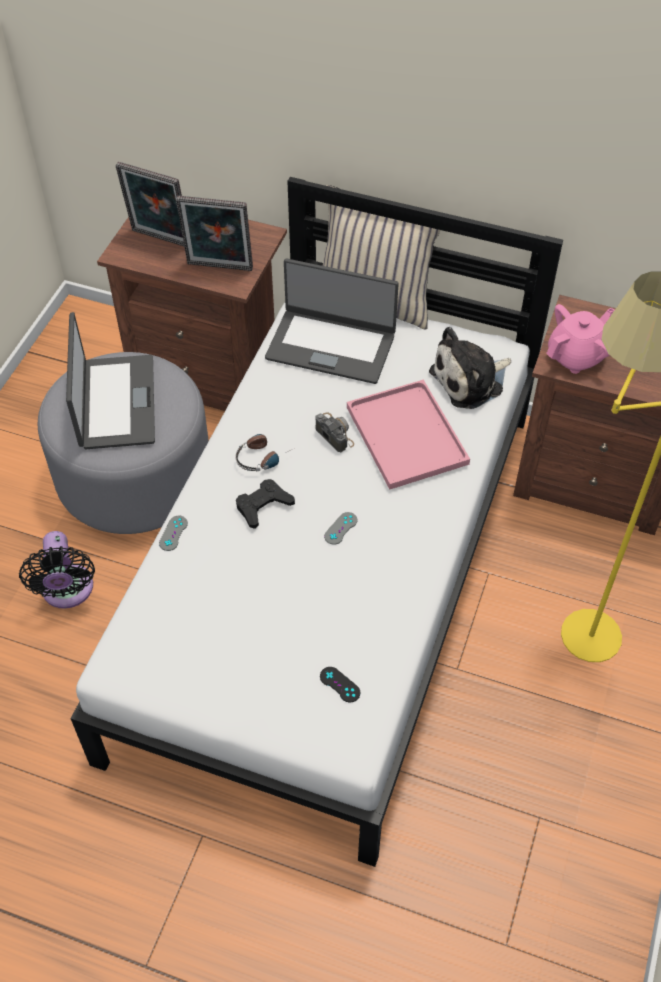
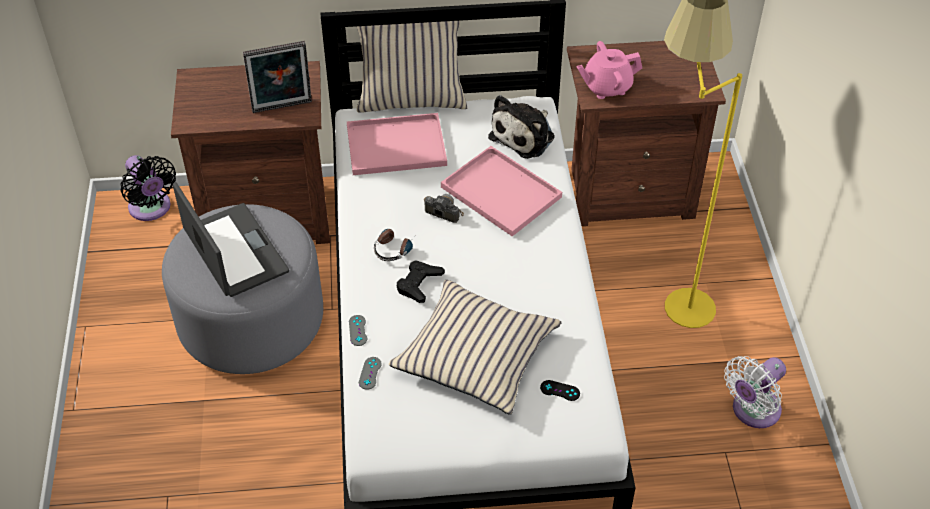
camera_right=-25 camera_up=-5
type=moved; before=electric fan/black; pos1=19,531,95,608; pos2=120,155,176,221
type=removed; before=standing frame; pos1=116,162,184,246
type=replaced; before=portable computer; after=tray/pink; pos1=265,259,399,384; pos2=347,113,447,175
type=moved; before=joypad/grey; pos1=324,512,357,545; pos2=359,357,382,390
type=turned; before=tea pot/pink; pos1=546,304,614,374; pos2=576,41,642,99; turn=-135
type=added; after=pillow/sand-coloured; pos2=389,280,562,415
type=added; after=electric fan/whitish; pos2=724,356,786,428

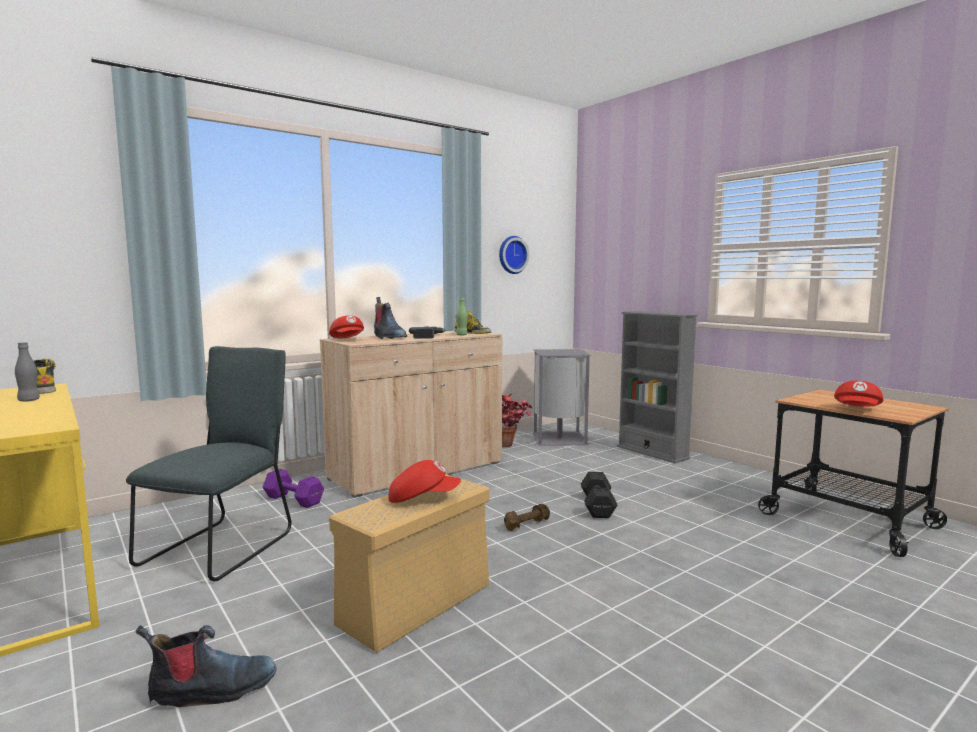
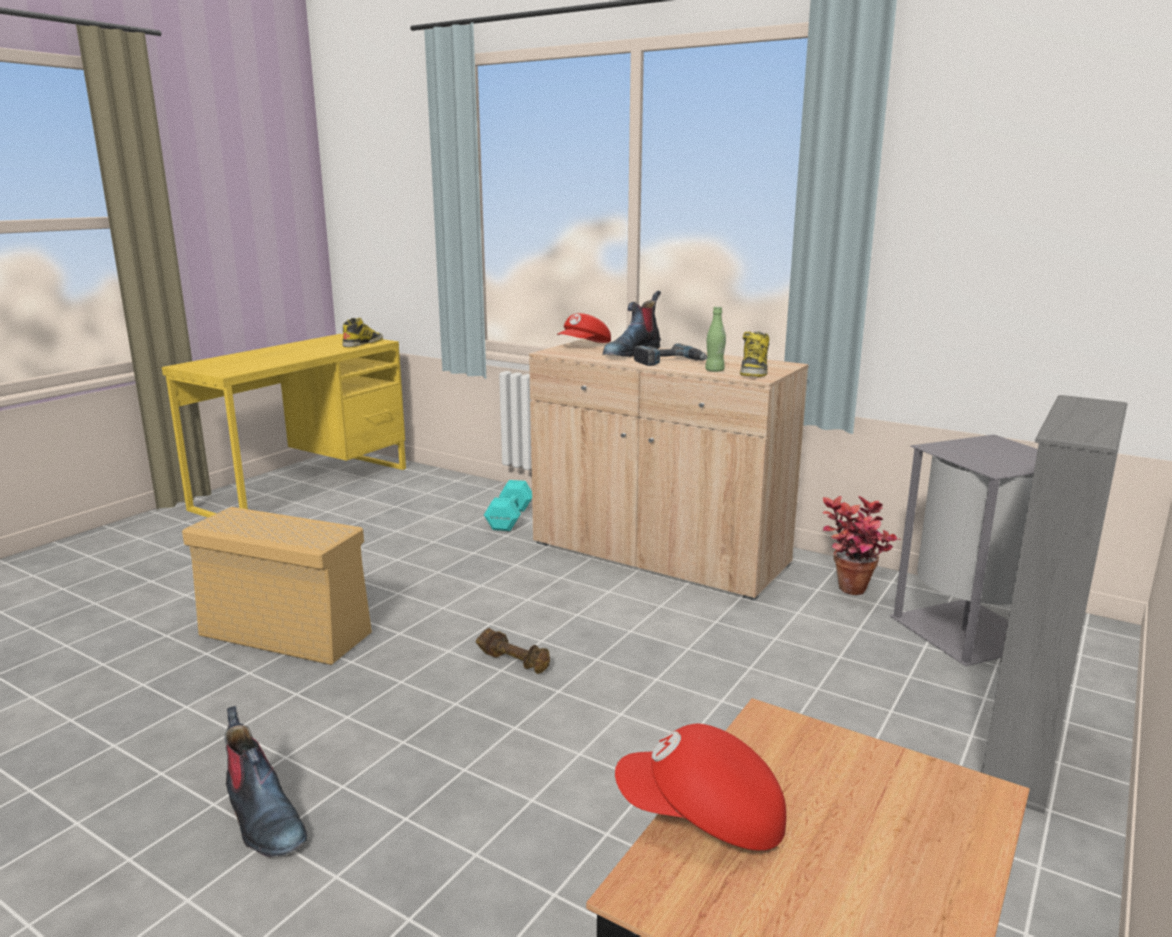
camera_right=70 camera_up=10
type=removed; before=drink bottle/grey; pos1=15,342,40,402
type=removed; before=chair/grey; pos1=126,346,292,581
type=moved; before=boot; pos1=136,625,277,707; pos2=224,706,307,857
type=recoloured; before=free weight/purple-coloured; after=free weight/turquoise-coloured; pos1=262,469,324,508; pos2=484,480,532,531
type=removed; before=cap/reddish; pos1=389,460,461,503
type=removed; before=clock on the wall; pos1=499,236,529,274
type=removed; before=free weight/black; pos1=581,472,618,518

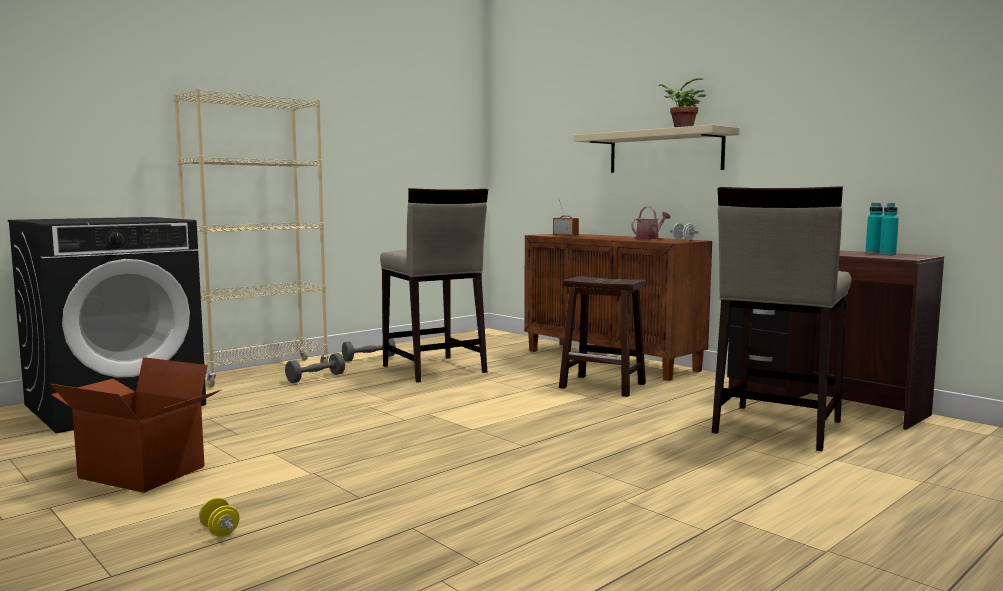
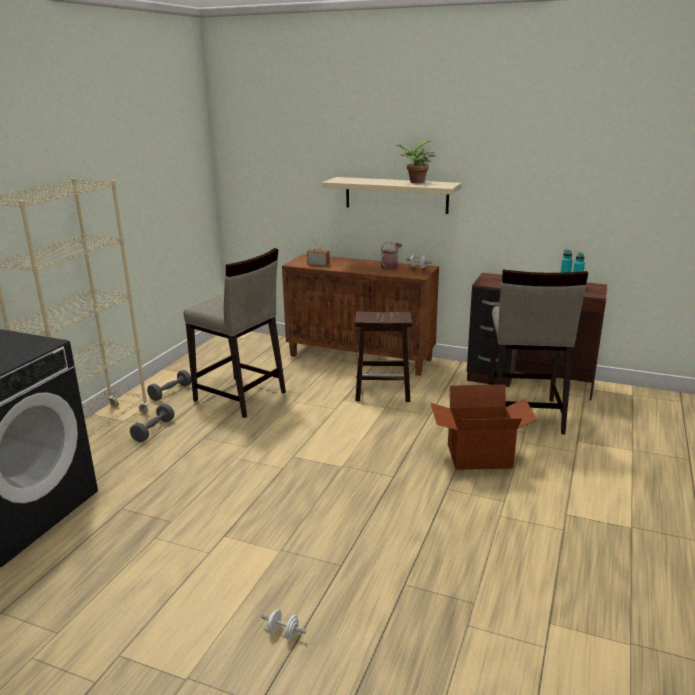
camera_right=-25 camera_up=15
type=moved; before=packing box; pos1=50,357,221,493; pos2=431,384,538,470
type=recoloured; before=free weight/yellowish; after=free weight/whitish; pos1=199,498,240,537; pos2=261,609,306,640

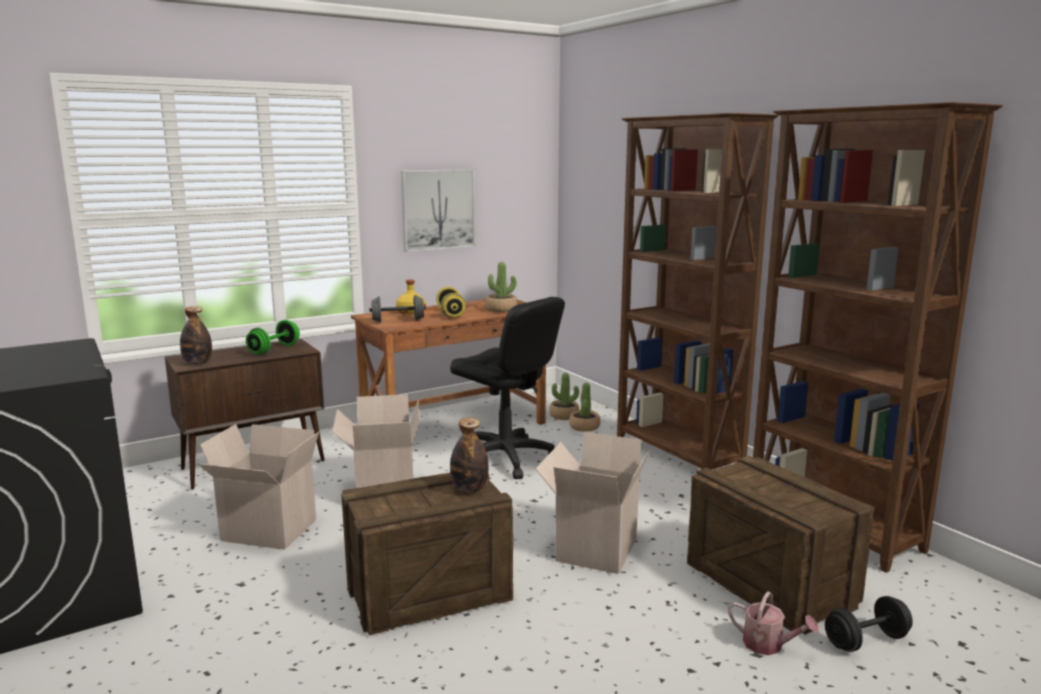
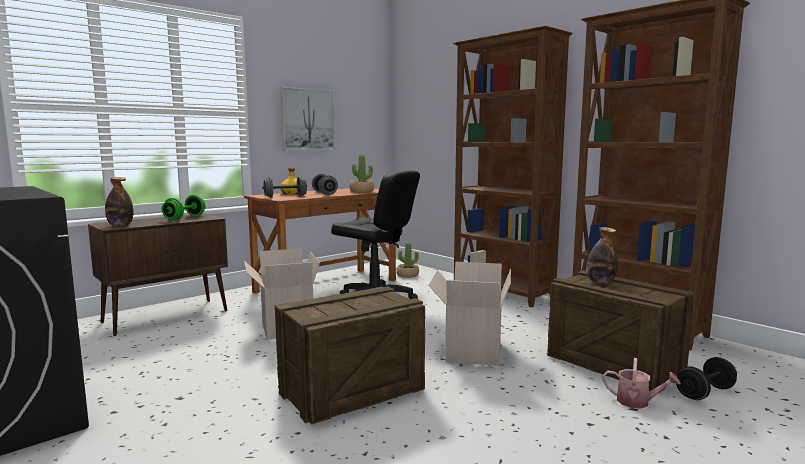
camera_right=-10 camera_up=-5
type=removed; before=packing box; pos1=198,424,319,550
type=recoloured; before=free weight/yellowish; after=free weight/grey; pos1=436,287,466,318; pos2=312,174,338,195
type=moved; before=drink bottle; pos1=450,417,489,493; pos2=587,227,618,284
type=removed; before=potted plant; pos1=569,383,600,432

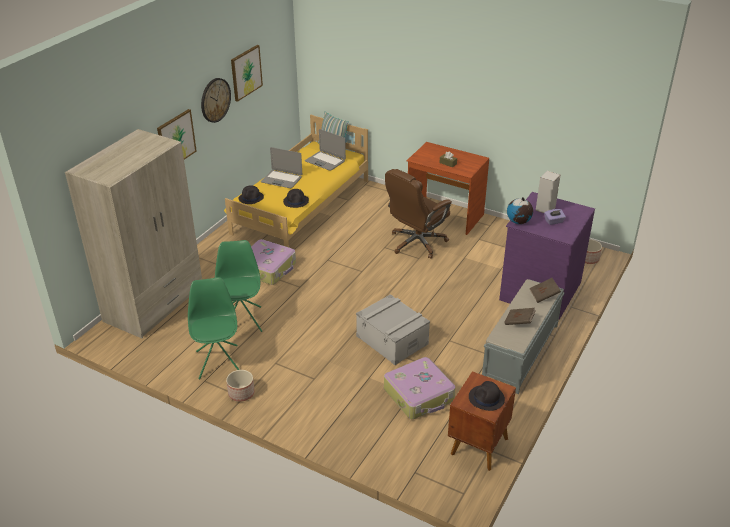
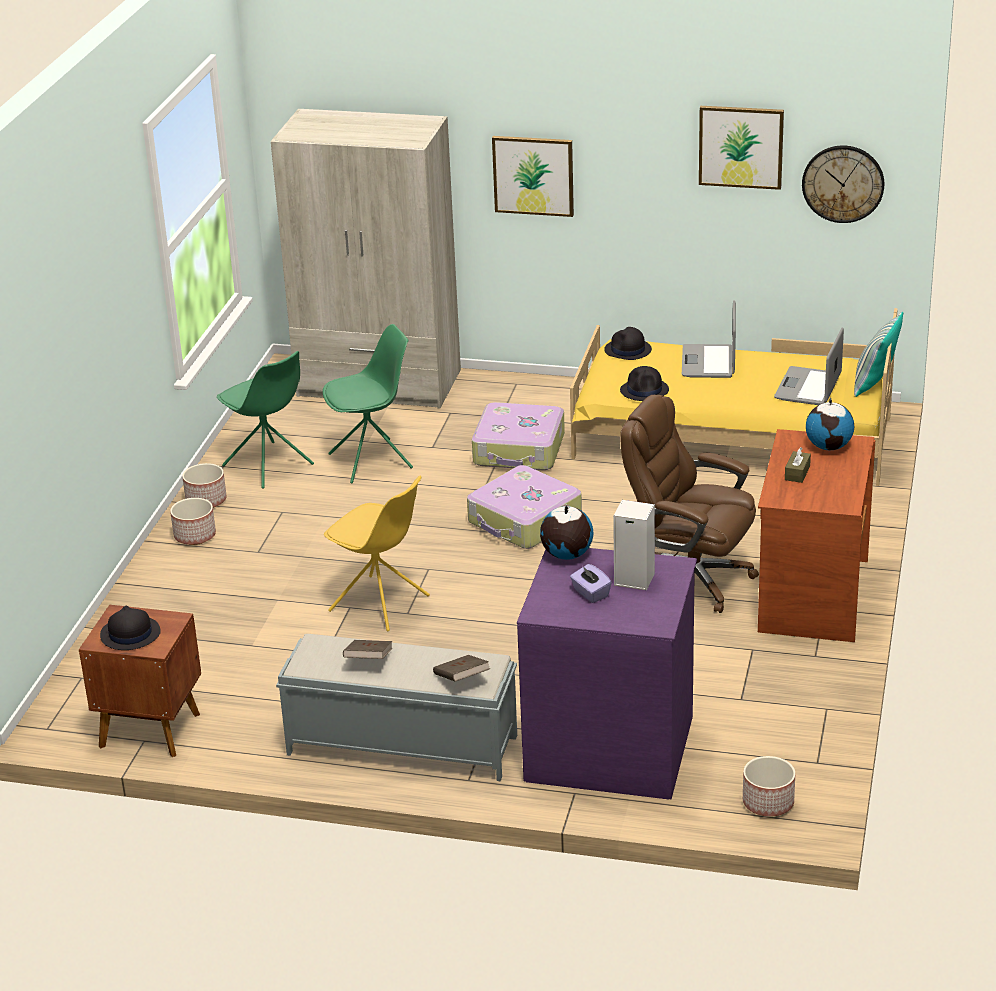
camera_right=75 camera_up=-5
type=turned; before=chair/green-coloured; pos1=188,277,240,379; pos2=217,351,314,489; turn=75
type=moved; before=clock on the wall; pos1=201,78,231,123; pos2=802,146,884,223
type=replaced; before=storage container/grey; after=chair/yellowish; pos1=356,294,430,365; pos2=324,475,430,631
type=moved; before=suitcase; pos1=384,357,456,419; pos2=467,465,582,549
type=added; after=planter; pos2=170,498,216,545
type=added; after=desk globe; pos2=806,398,854,450

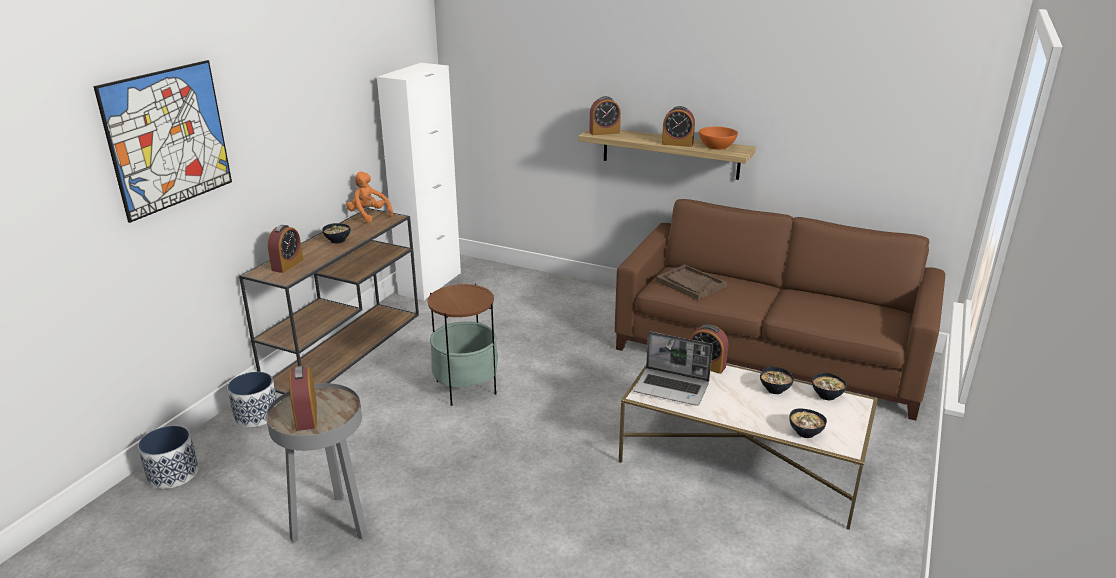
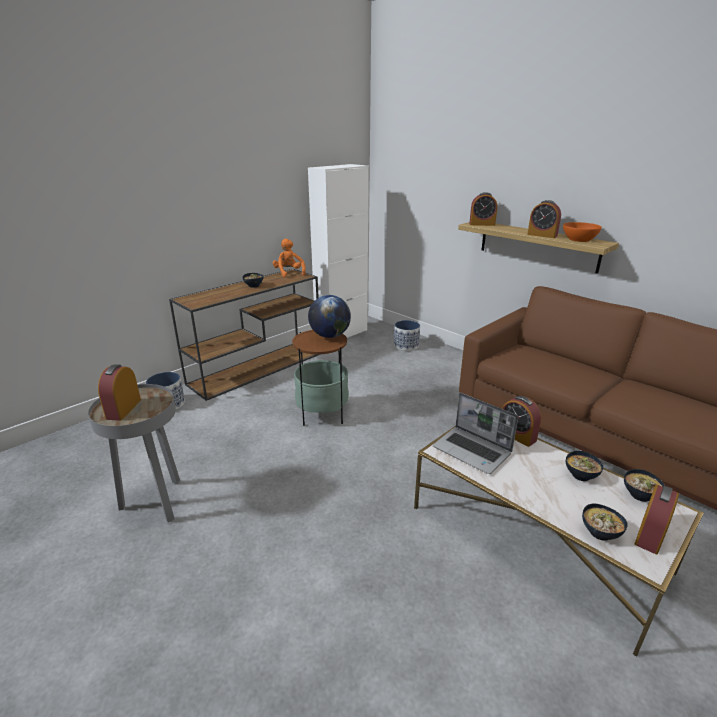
camera_right=20 camera_up=0
type=removed; before=wall picture; pos1=93,60,232,223
type=moved; before=planter; pos1=138,426,198,489; pos2=394,320,420,351
type=moved; before=alarm clock; pos1=268,225,303,273; pos2=635,485,679,554
type=removed; before=tray/brownish; pos1=656,264,727,300
type=added; after=desk globe; pos2=308,295,351,338

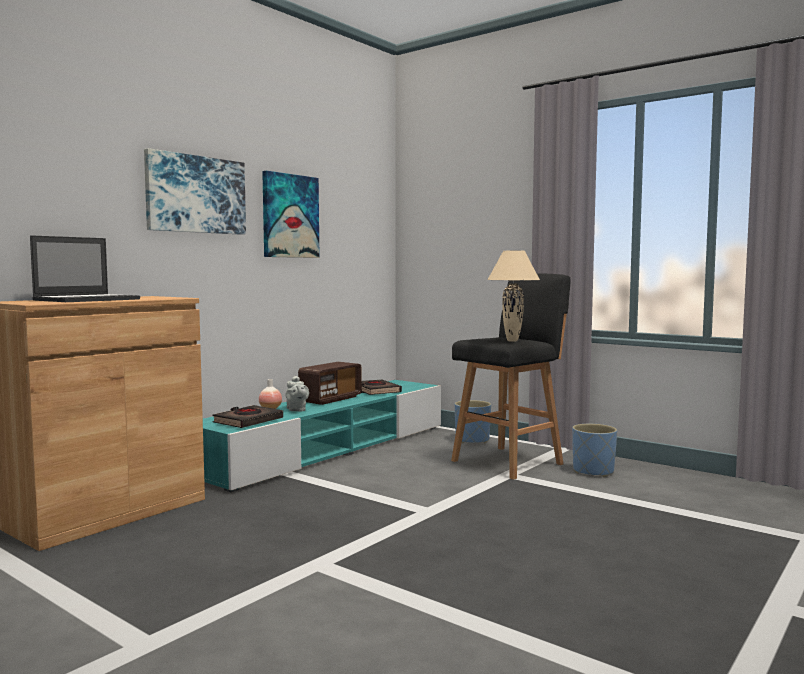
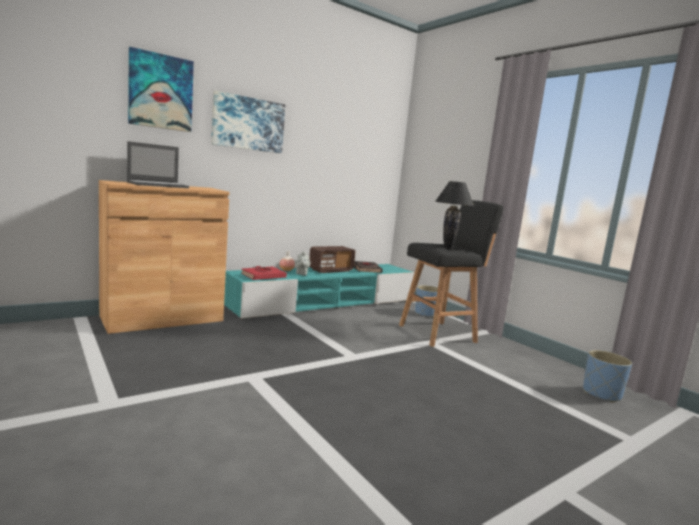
camera_right=15 camera_up=5
type=recoloured; before=book/black; after=book/reddish; pos1=212,405,283,428; pos2=241,266,287,280
type=moved; before=wall picture; pos1=262,171,320,258; pos2=128,47,194,132
type=recoloured; before=lamp for a table/sand-coloured; after=lamp for a table/black; pos1=487,250,540,342; pos2=435,181,474,249
type=moved; before=planter/blue-coloured; pos1=572,424,617,477; pos2=583,350,632,403

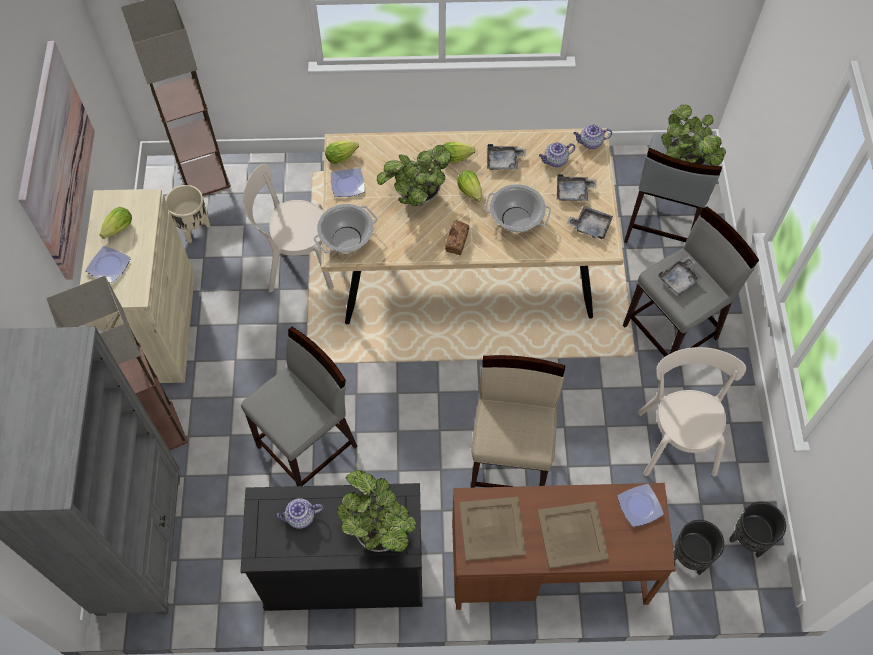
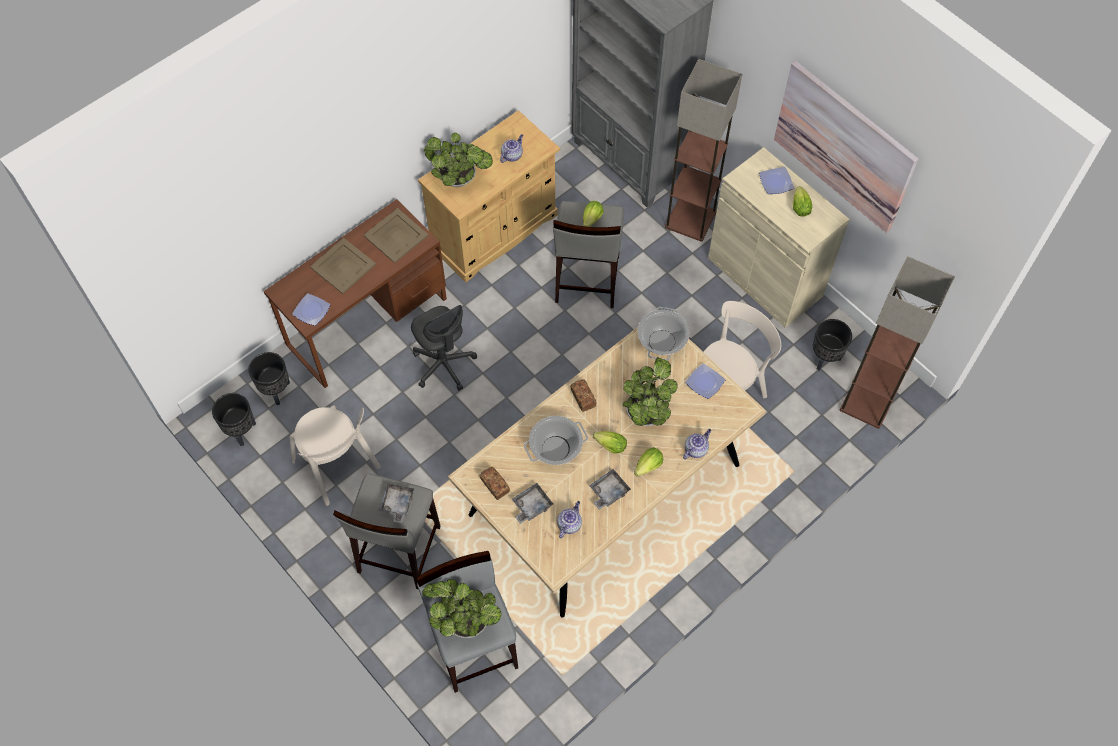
camera_right=140 camera_up=0
type=recoloured; before=planter/sand-coloured; after=planter/black; pos1=165,185,210,243; pos2=813,319,852,371
type=recoloured; before=cabinet/black; after=cabinet/sand-coloured; pos1=241,483,422,611; pos2=418,110,560,282
type=moved; before=head of lettuce; pos1=325,141,359,164; pos2=583,201,604,227
type=replaced; before=stool/sand-coloured; after=office chair/grey; pos1=471,355,565,488; pos2=411,305,477,391
type=replaced; before=tray/grey; after=baked bread; pos1=567,206,613,239; pos2=480,467,510,500
type=moved; before=tea pot; pos1=573,124,612,149; pos2=683,429,711,459

